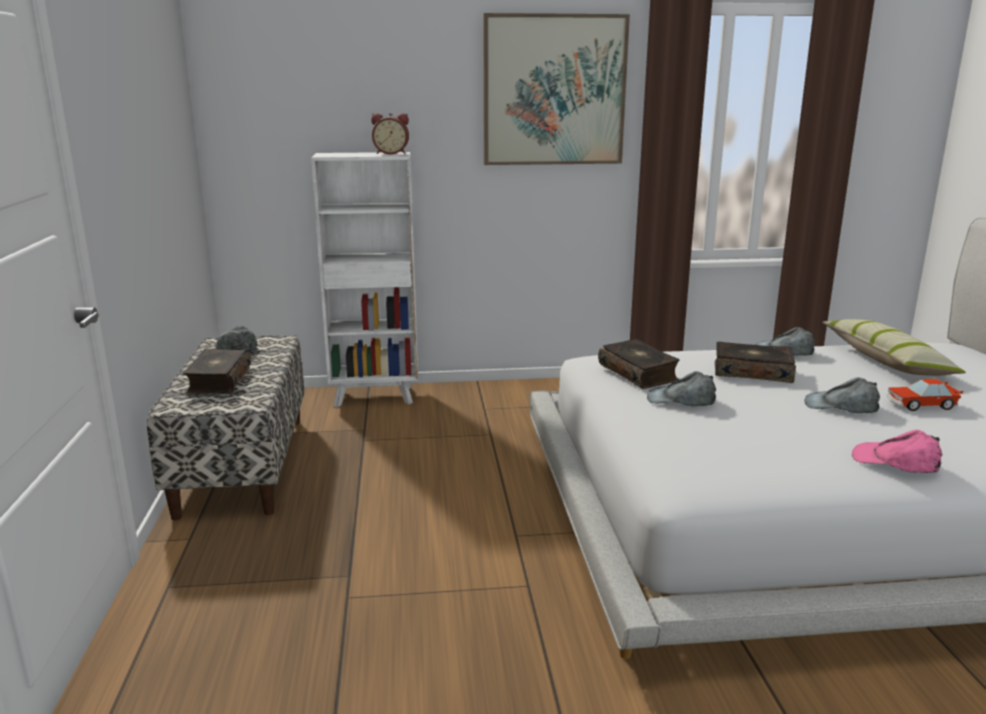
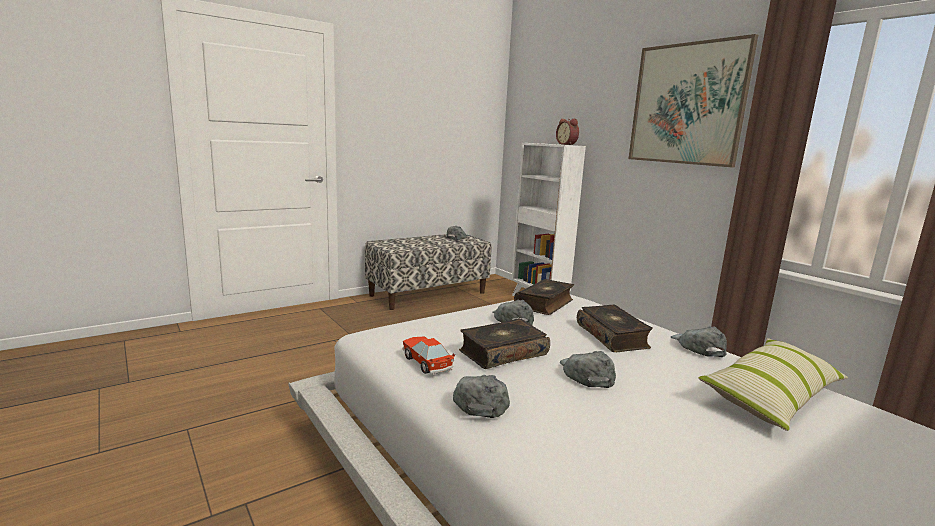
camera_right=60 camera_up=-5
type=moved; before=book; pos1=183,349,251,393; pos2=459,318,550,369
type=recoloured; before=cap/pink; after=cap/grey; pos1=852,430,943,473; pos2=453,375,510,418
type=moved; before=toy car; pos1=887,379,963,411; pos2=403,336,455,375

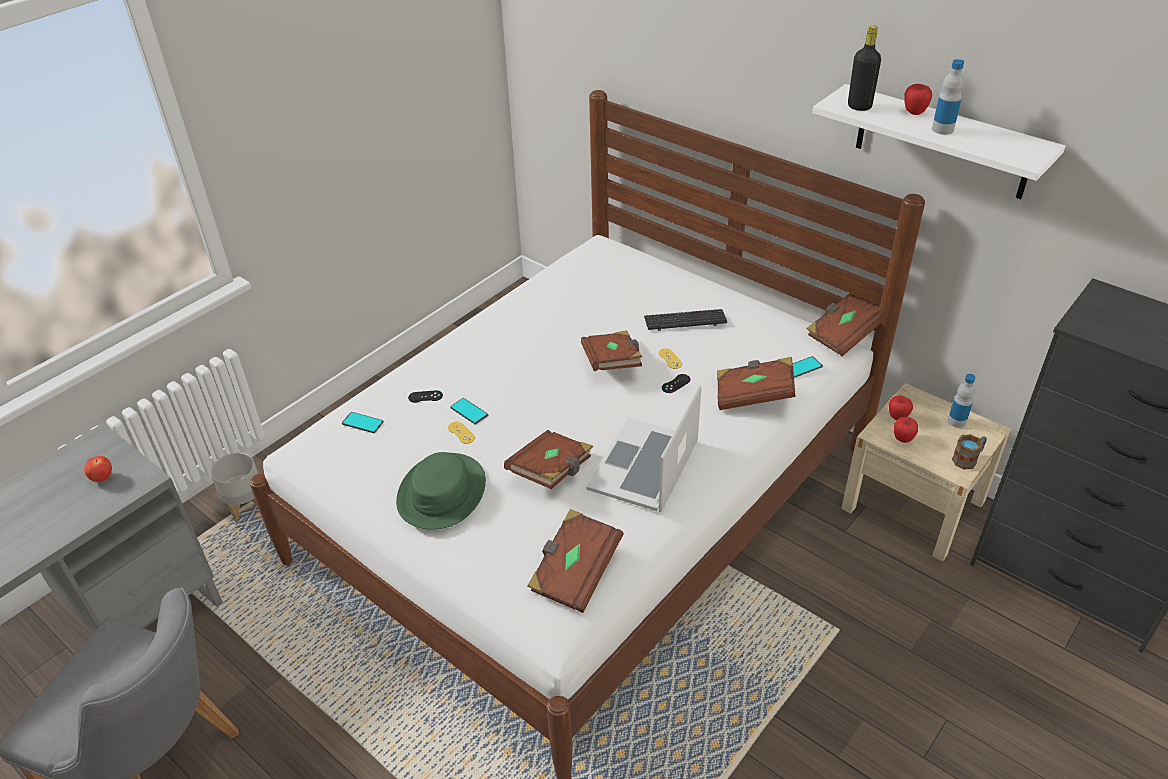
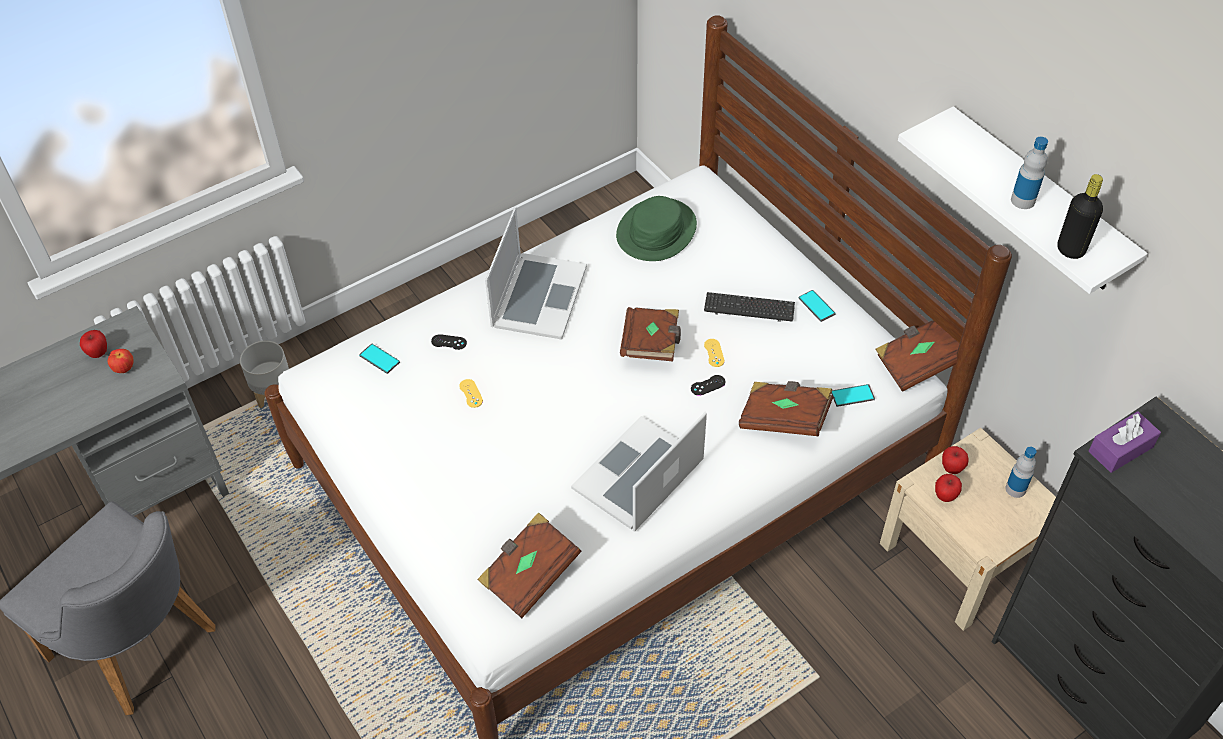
camera_right=15 camera_up=10
type=moved; before=clothing hat/green-coloured; pos1=396,452,486,530; pos2=616,196,697,261
type=moved; before=handset; pos1=450,398,488,425; pos2=799,290,836,322
type=removed; before=book/brownish; pos1=504,430,593,489
type=moved; before=drink bottle/black; pos1=848,25,881,111; pos2=1057,174,1103,259
type=moved; before=apple; pos1=904,84,932,115; pos2=80,330,107,358
type=removed; before=mug; pos1=952,434,987,470
type=added; after=portable computer; pos2=485,207,587,340
type=added; after=tissue holder/purple-coloured; pos2=1089,411,1161,473

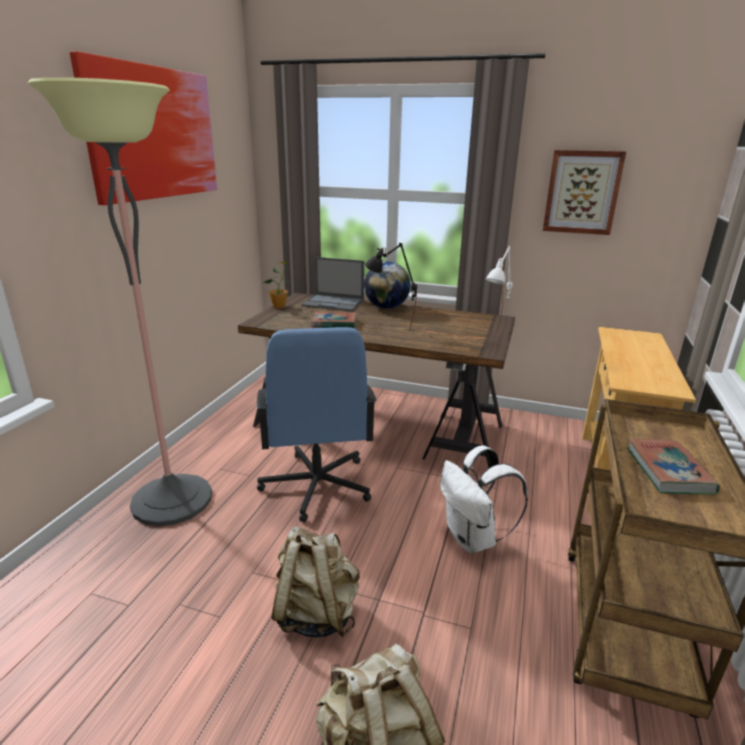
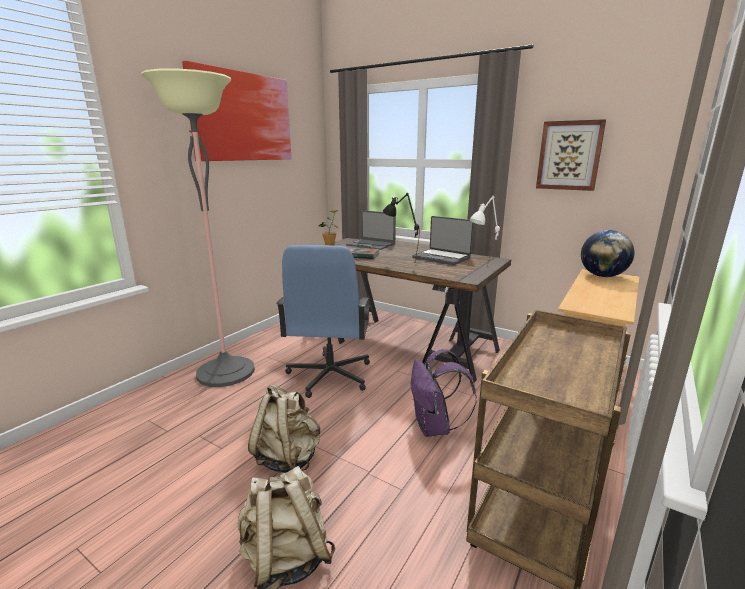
camera_right=15 camera_up=-5
type=moved; before=desk globe; pos1=364,261,411,309; pos2=581,230,635,277
type=recoloured; before=backpack/whitish; after=backpack/purple-coloured; pos1=440,445,528,553; pos2=410,349,477,437
type=removed; before=book; pos1=627,438,720,494
type=added; after=portable computer; pos2=412,216,474,265

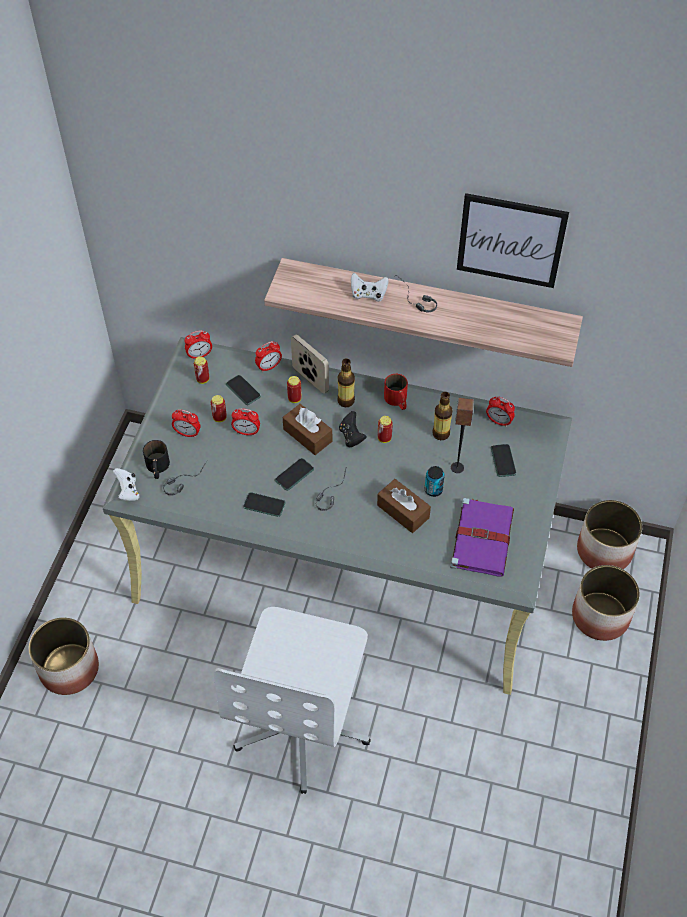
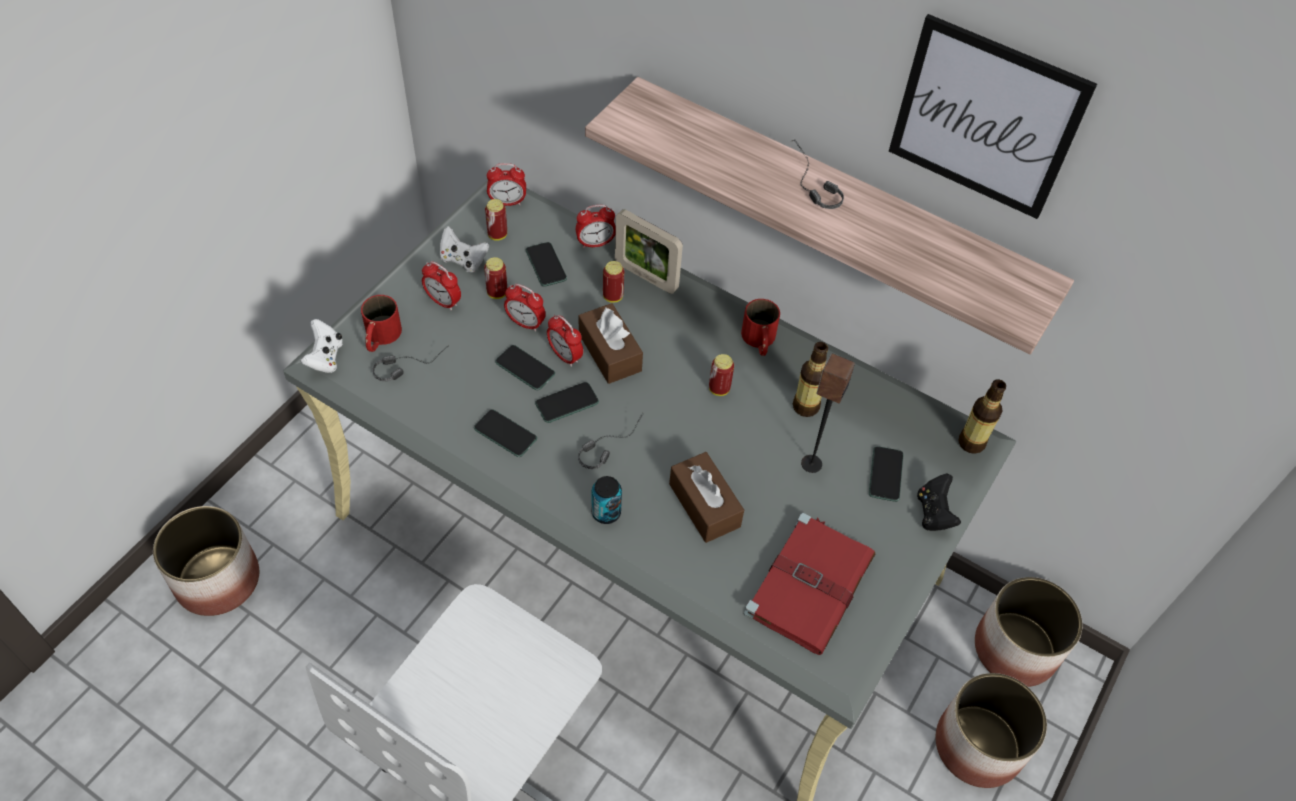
camera_right=15 camera_up=0
type=recoloured; before=mug/black; after=mug/reddish; pos1=143,440,170,479; pos2=361,295,402,352
type=turned; before=standing frame; pos1=291,334,329,394; pos2=615,209,683,294; turn=150
type=moved; before=drink bottle; pos1=337,358,355,407; pos2=958,379,1006,454
type=moved; before=joypad/black; pos1=339,411,367,448; pos2=917,474,961,531
type=moved; before=joypad/whitish; pos1=351,273,388,302; pos2=440,226,489,272
type=moved; before=sealed can; pos1=425,466,445,497; pos2=592,476,622,524
type=recoloured; before=book/purple-coloured; after=book/reddish; pos1=450,498,514,577; pos2=744,513,875,655
type=moved; before=alarm clock; pos1=486,396,515,427; pos2=547,315,583,367
type=added; after=handset; pos2=495,345,555,390

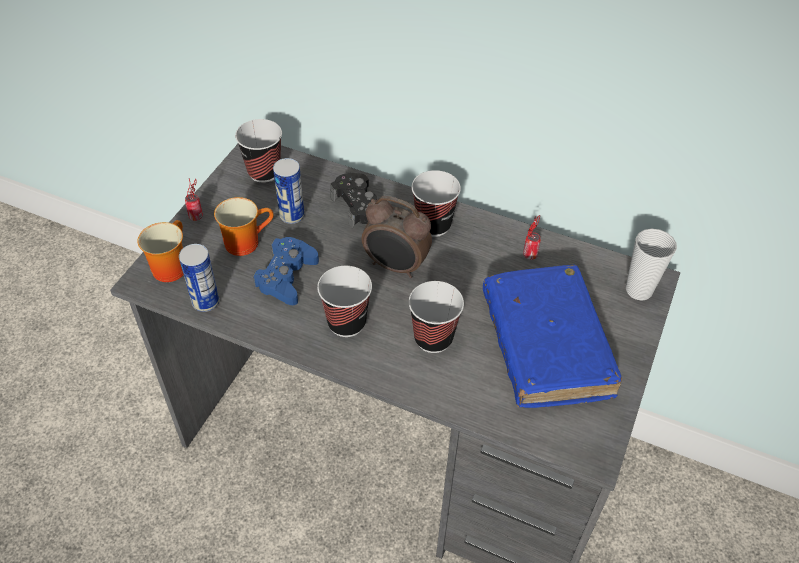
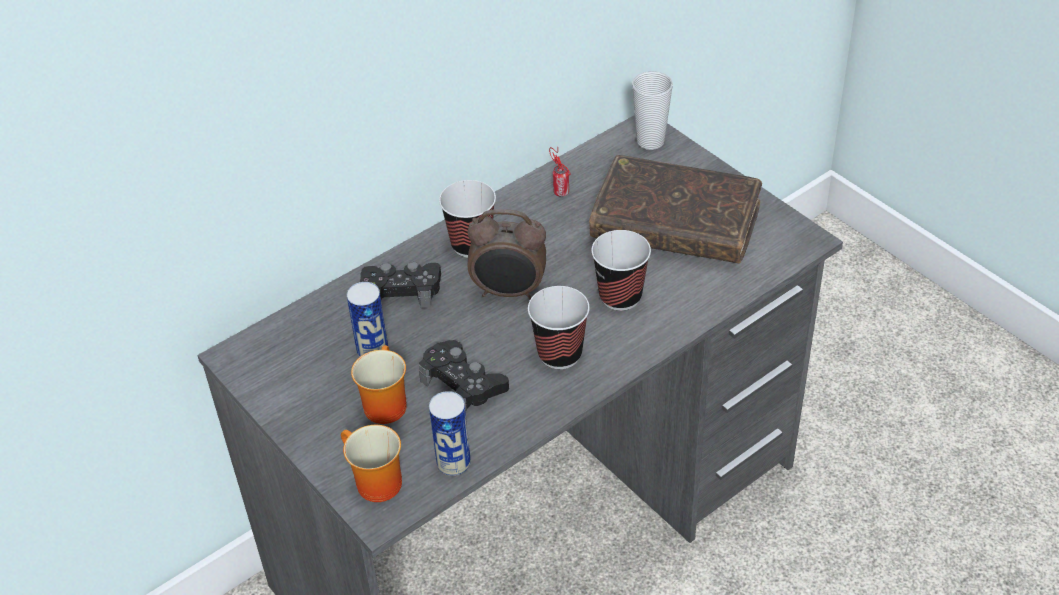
camera_right=-60 camera_up=-5
type=removed; before=sealed can; pos1=185,178,203,221
type=removed; before=small cup; pos1=235,119,282,183
type=recoloured; before=joypad/blue-coloured; after=joypad/black; pos1=253,237,319,305; pos2=419,340,509,411
type=turned; before=alarm clock; pos1=362,196,432,278; pos2=468,209,546,300; turn=45
type=recoloured; before=book/blue-coloured; after=book/brownish; pos1=483,265,622,408; pos2=589,155,762,263

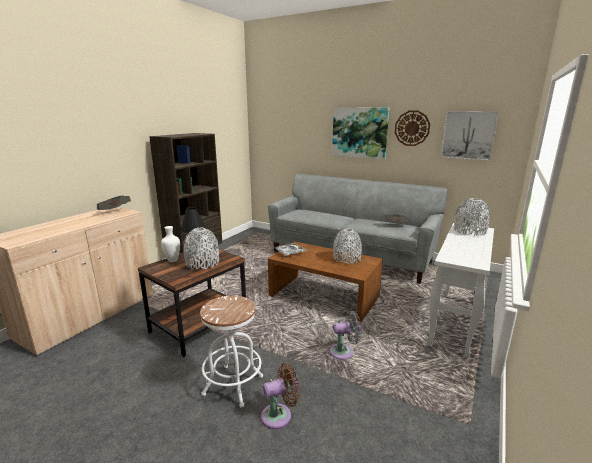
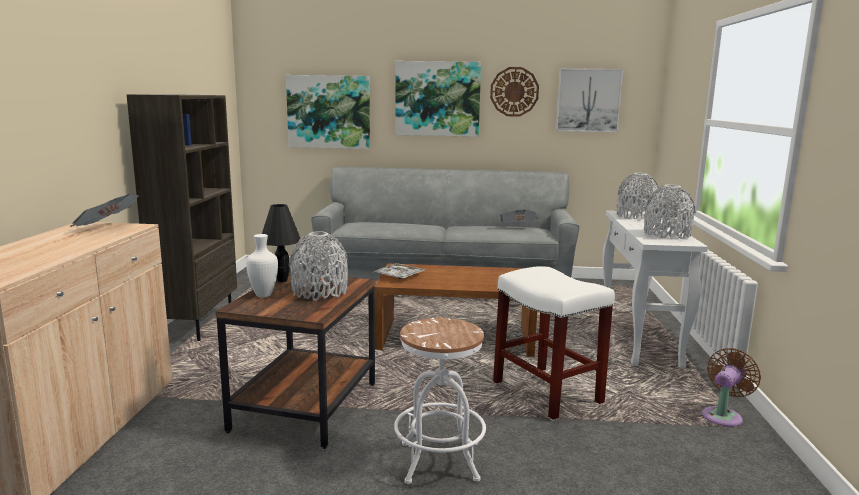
camera_right=-25 camera_up=-5
type=moved; before=electric fan/brownish; pos1=261,363,300,429; pos2=702,348,761,428
type=replaced; before=electric fan/grey; after=stool/whitish; pos1=330,311,362,359; pos2=493,266,615,421
type=moved; before=flower vase/grey; pos1=333,229,362,264; pos2=644,185,696,239
type=added; after=wall picture; pos2=286,75,370,149

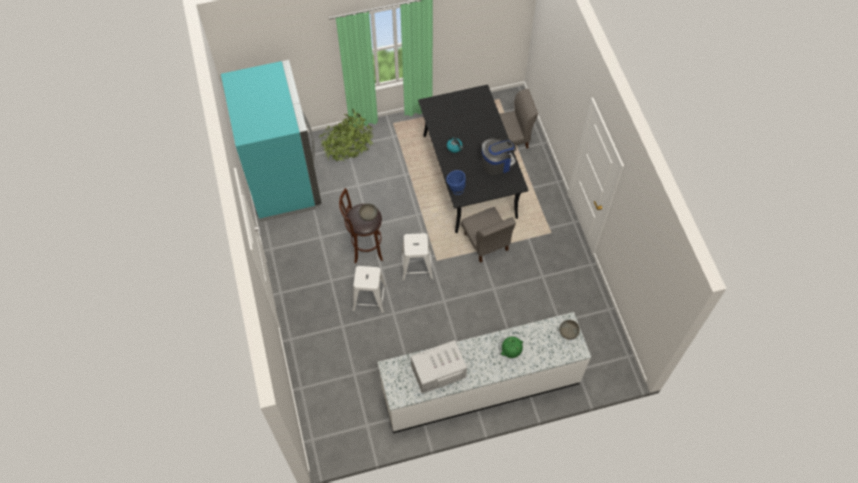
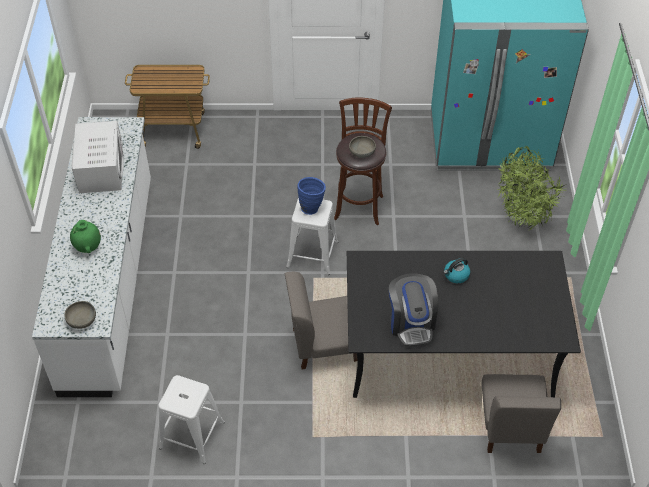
camera_right=105 camera_up=-10
type=moved; before=stool/whitish; pos1=352,266,387,313; pos2=158,375,225,464
type=moved; before=flower vase/blue-coloured; pos1=446,170,466,195; pos2=297,177,326,215
type=added; after=wheeled cart; pos2=125,65,210,149

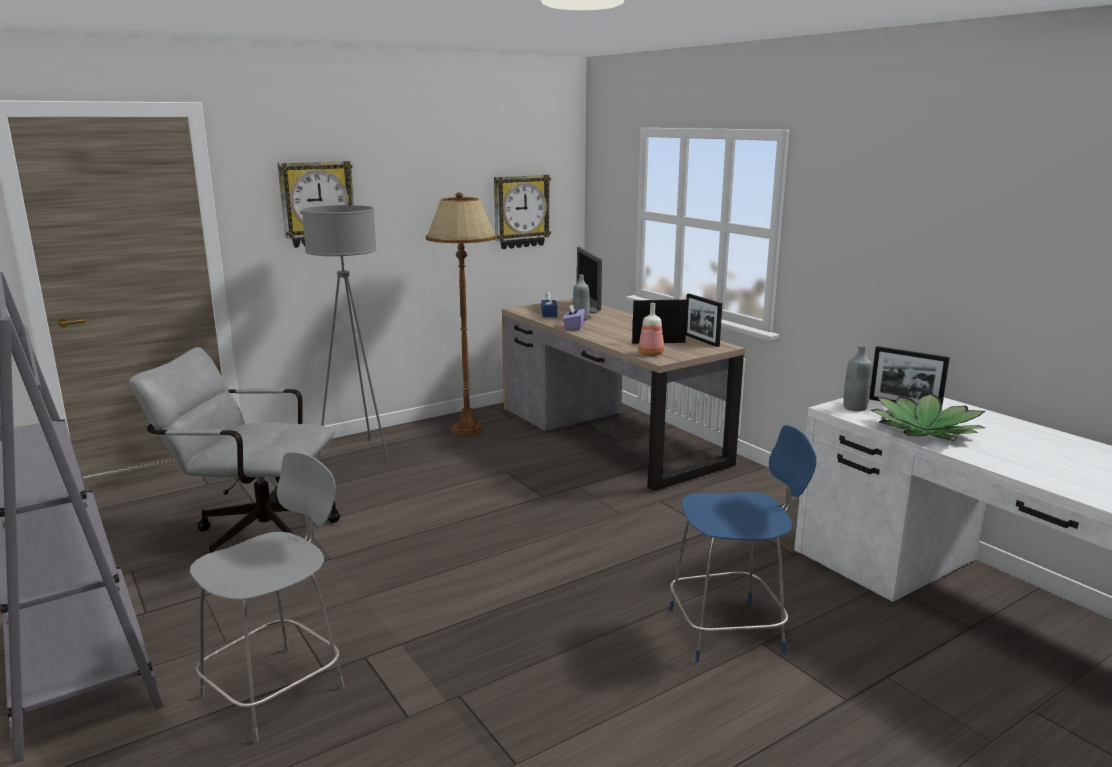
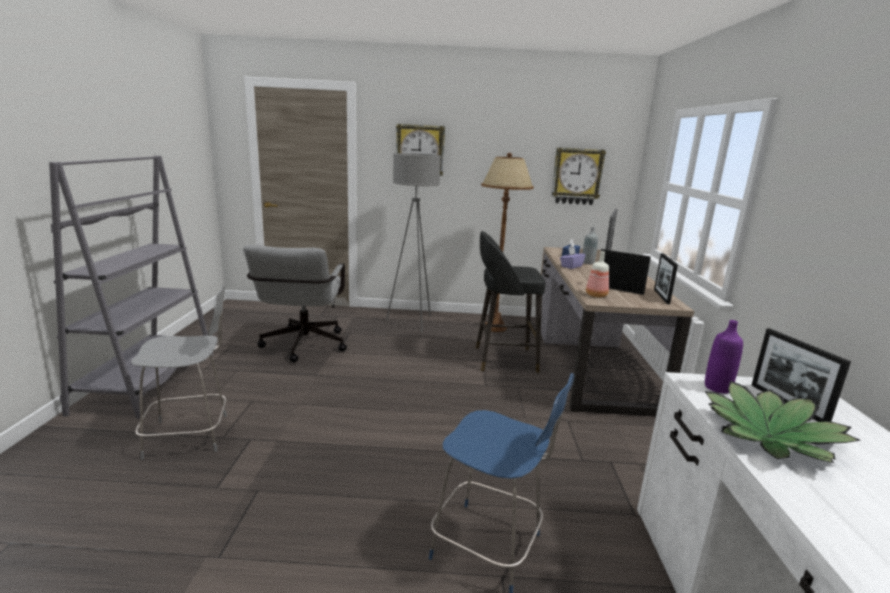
camera_right=35 camera_up=0
type=turned; before=office chair/grey; pos1=129,347,341,553; pos2=243,245,347,362; turn=-135
type=recoloured; before=drink bottle/grey; after=drink bottle/purple-coloured; pos1=843,345,872,411; pos2=705,320,743,393
type=added; after=stool/black; pos2=476,231,546,373

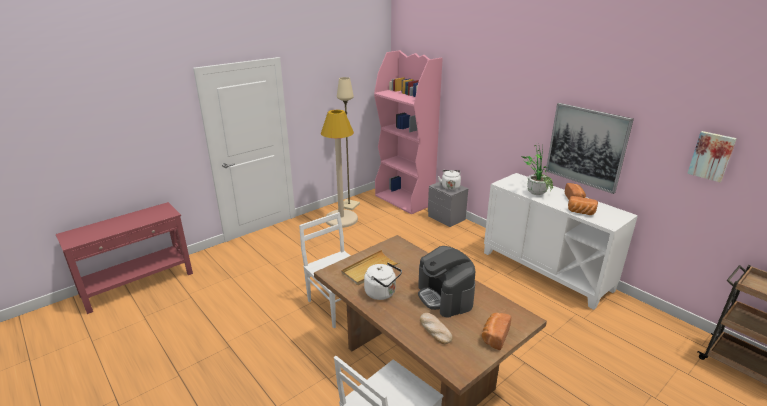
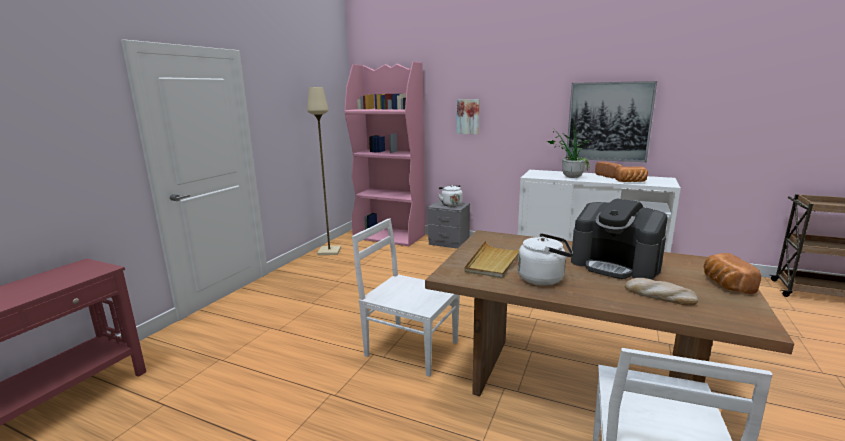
camera_right=-25 camera_up=-10
type=removed; before=standard lamp/sand-coloured; pos1=321,110,358,228
type=moved; before=wall picture; pos1=687,131,737,182; pos2=457,99,479,134

